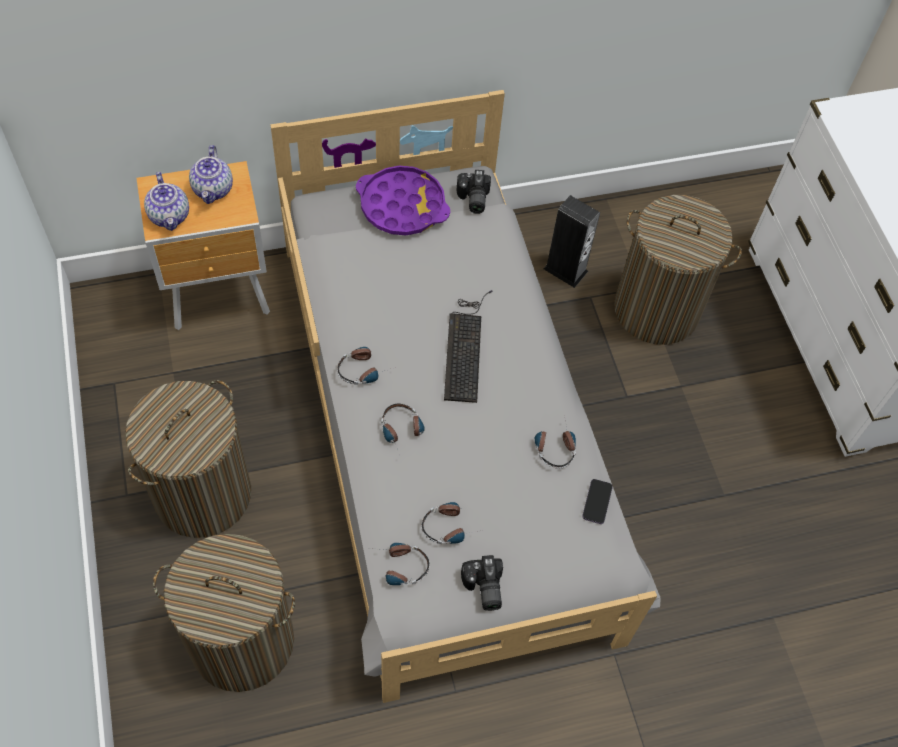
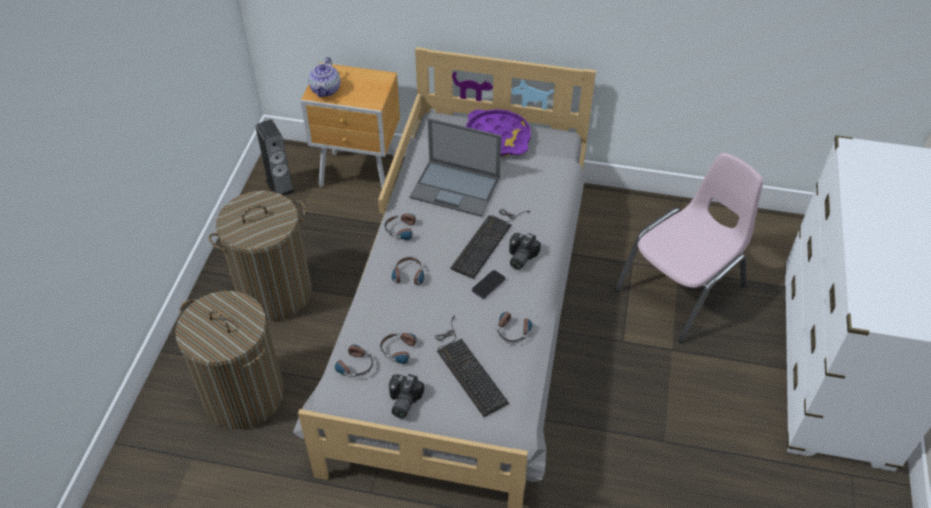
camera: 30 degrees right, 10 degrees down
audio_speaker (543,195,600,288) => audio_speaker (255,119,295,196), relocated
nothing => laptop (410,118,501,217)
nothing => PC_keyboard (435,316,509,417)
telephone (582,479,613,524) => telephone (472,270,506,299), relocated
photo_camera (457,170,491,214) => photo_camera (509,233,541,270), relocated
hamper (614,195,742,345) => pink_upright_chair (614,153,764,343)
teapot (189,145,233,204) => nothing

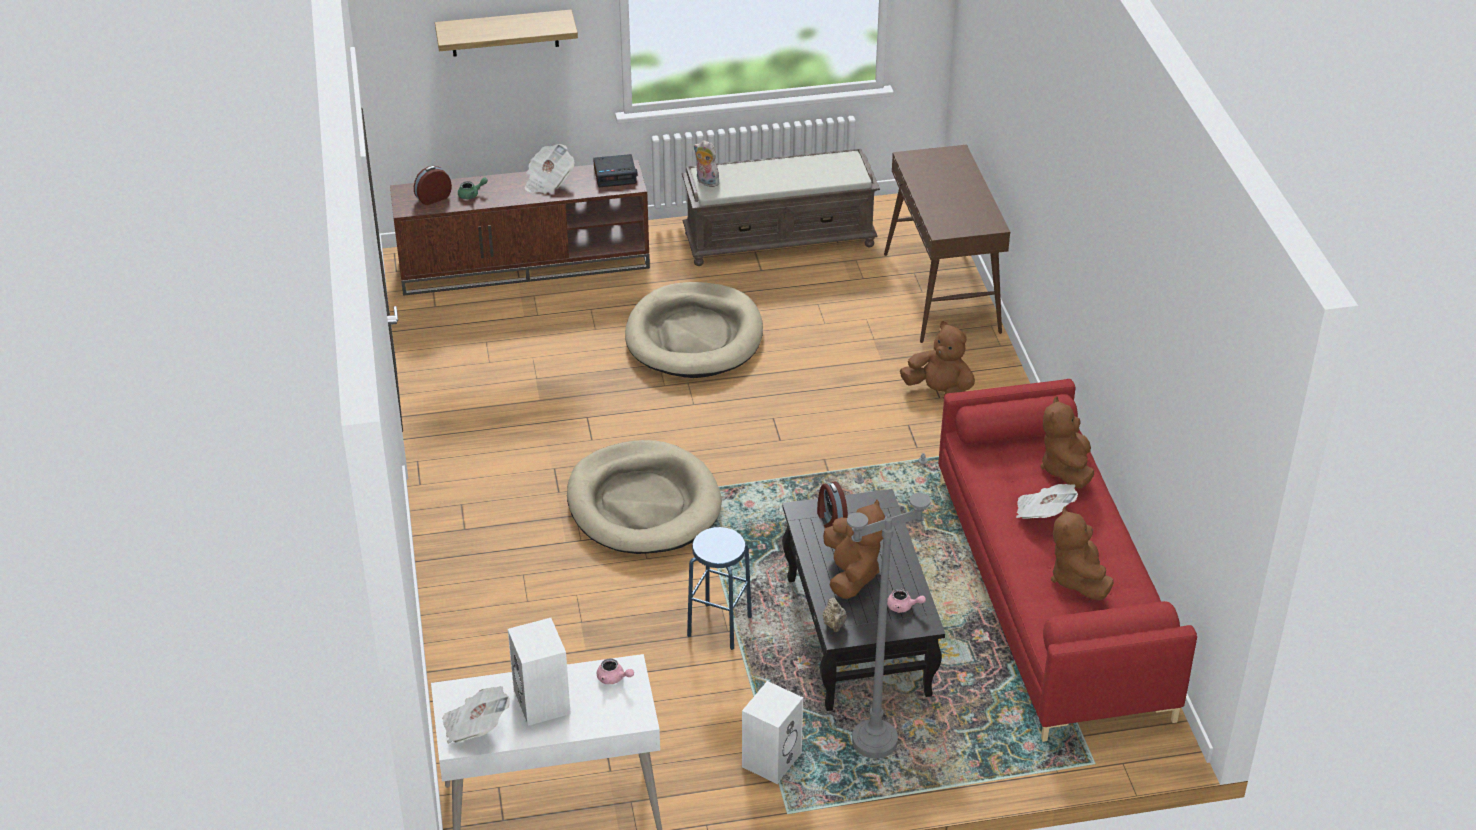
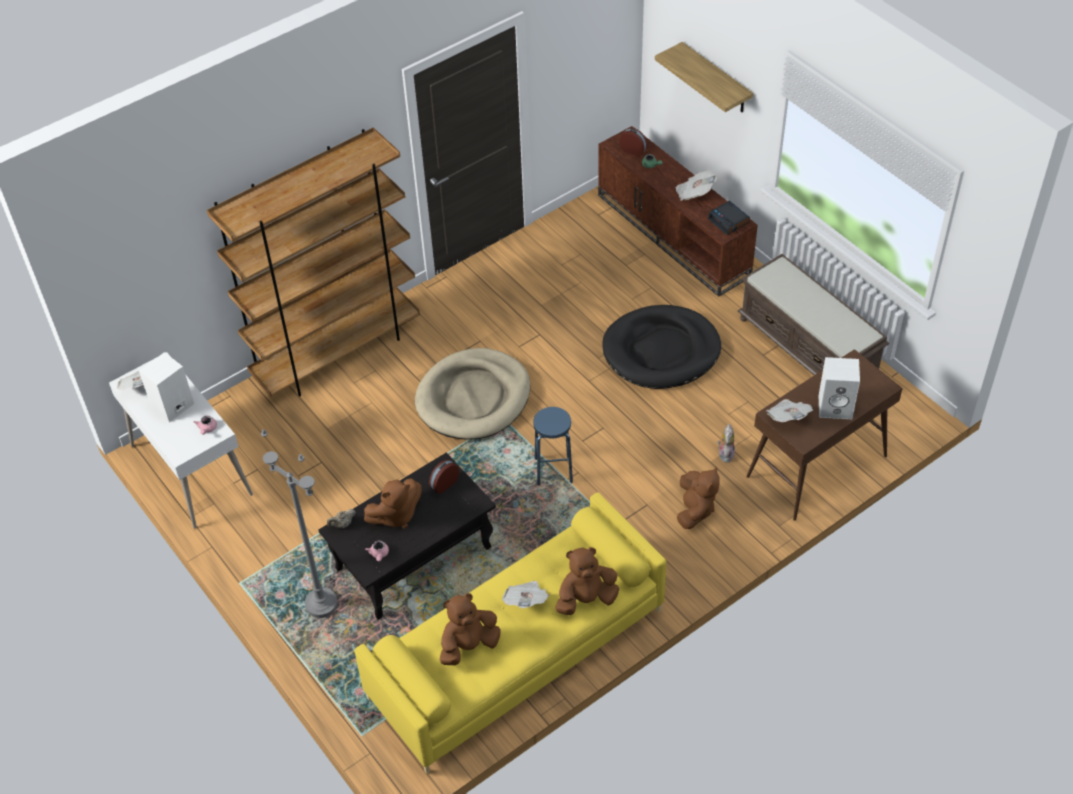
camera: 65 degrees right, 10 degrees up
nothing => brown-coloured_bookcase (207,127,420,397)
reddish_sofa (938,379,1197,742) => yellow-coloured_sofa (354,492,667,774)
blue_stool_seat (687,527,752,650) => blue_stool_seat (533,407,573,486), relocated
sand-coloured_dog_bed (625,282,763,378) => black_dog_bed (602,305,721,389)
soft_toy (694,140,719,187) => soft_toy (717,424,735,463), relocated
nothing => daily_paper (766,399,813,422)
white_audio_speaker (742,681,803,784) => white_audio_speaker (819,357,860,419), relocated

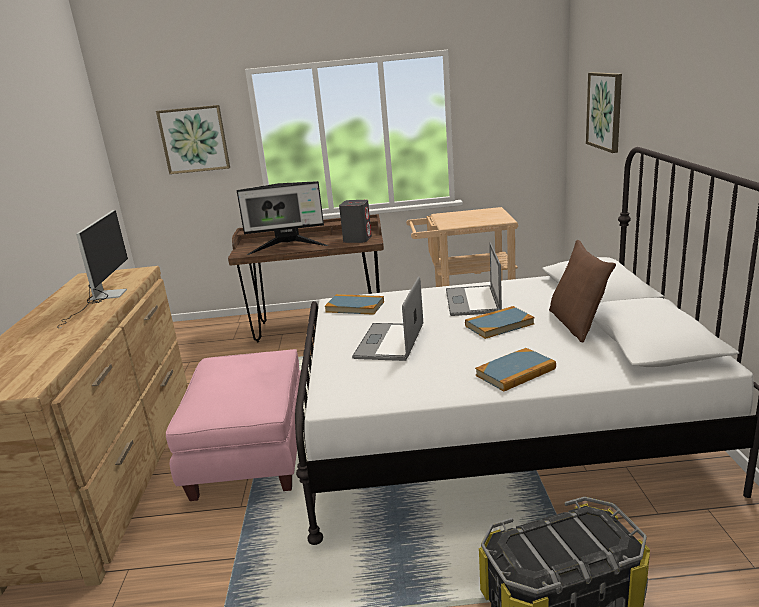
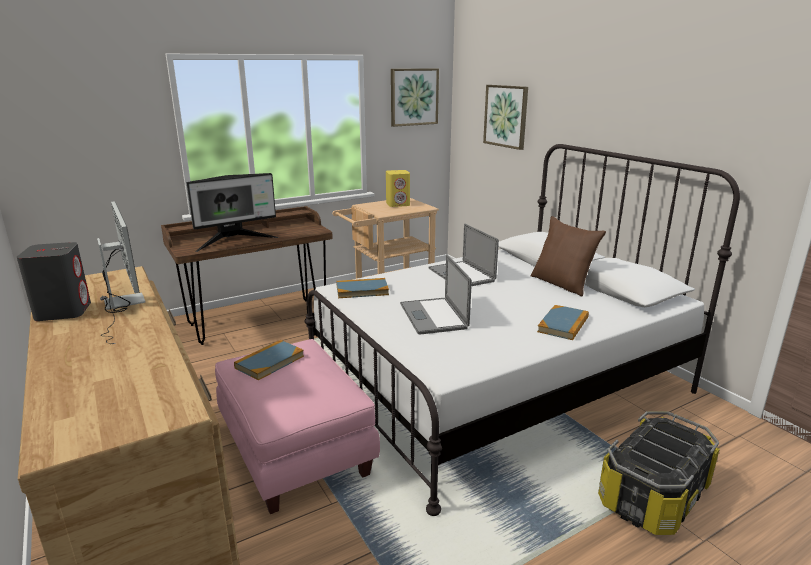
camera: 30 degrees left, 0 degrees up
greyish_audio_speaker (339,200,372,243) => greyish_audio_speaker (17,242,91,321), relocated
book (465,306,535,339) => book (234,340,304,380), relocated
nothing => yellow-coloured_audio_speaker (386,170,410,207)
wall_art (156,105,230,174) => wall_art (391,68,439,127), relocated

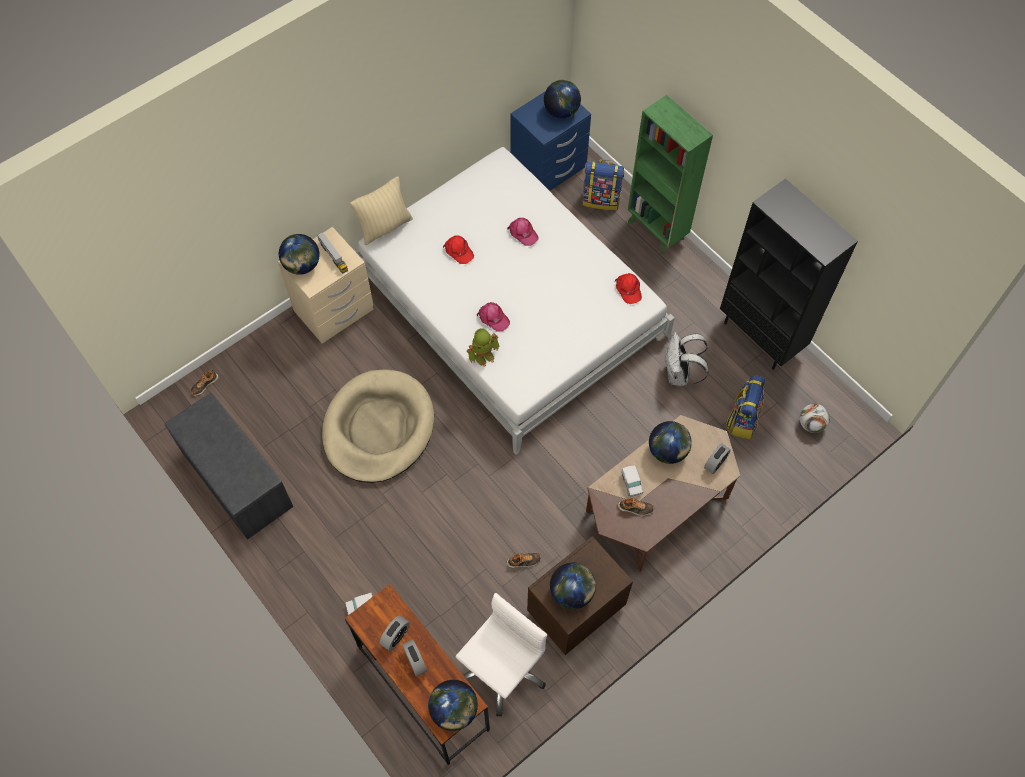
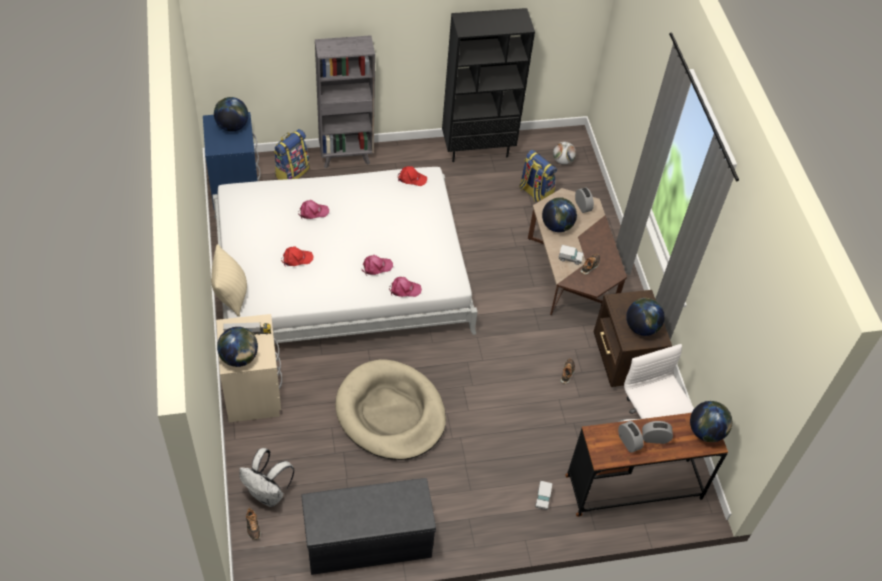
camera: 65 degrees left, 10 degrees down
white_knapsack (665,332,709,386) => white_knapsack (239,448,294,507), relocated
green-coloured_bookcase (628,95,713,254) => greyish_bookcase (315,35,375,168)
toy_robot (467,328,499,367) => pink_cap (389,277,422,297)

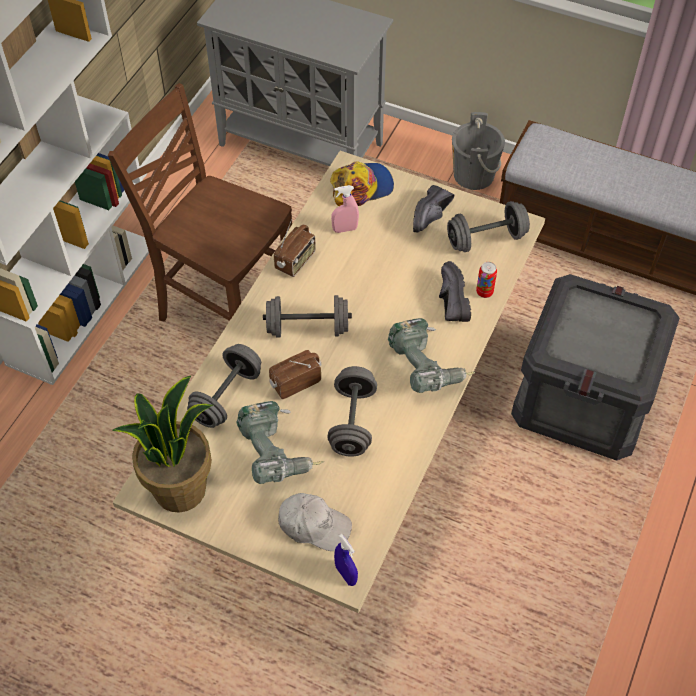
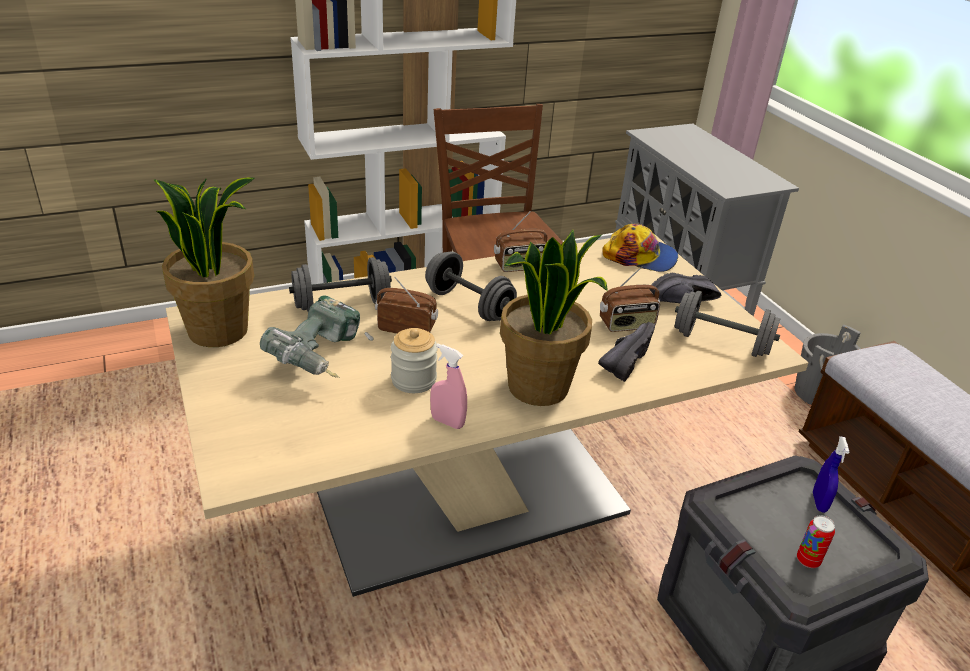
camera: 40 degrees right, 20 degrees down
greyish_free_weight (327,366,377,457) => preserve_jar (391,328,438,393)
pink_hand_sprayer (331,185,359,233) => pink_hand_sprayer (430,344,467,429), relocated
drill (388,318,476,393) => houseplant (500,230,608,406)
nothing => radio (600,266,660,332)
metal_can (476,262,497,298) => metal_can (797,515,835,568), relocated
blue_hand_sprayer (334,534,358,586) => blue_hand_sprayer (813,436,849,513), relocated
white_cap (278,493,352,551) => nothing

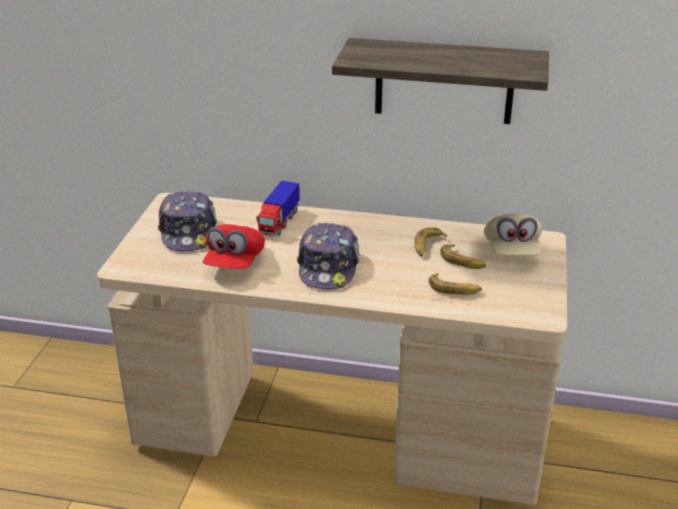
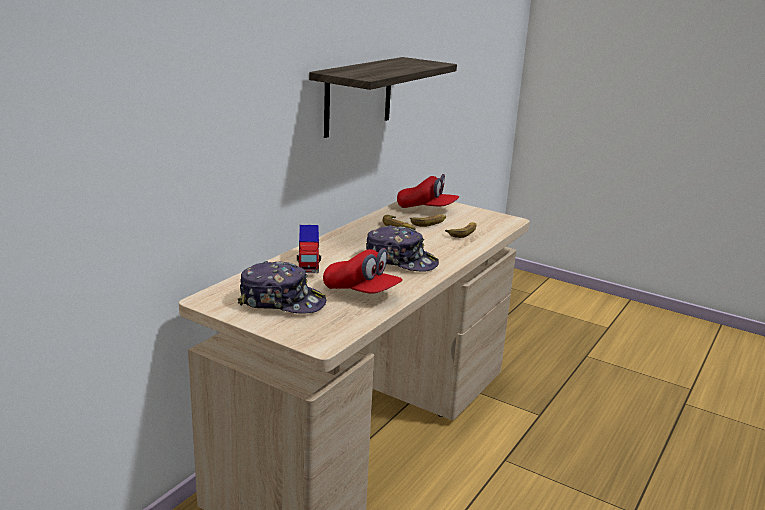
camera: 70 degrees left, 10 degrees down
toy_lorry (256,180,300,236) => toy_lorry (297,225,321,273), 45 degrees clockwise
sand-coloured_cap (484,213,542,255) => reddish_cap (397,174,459,208)

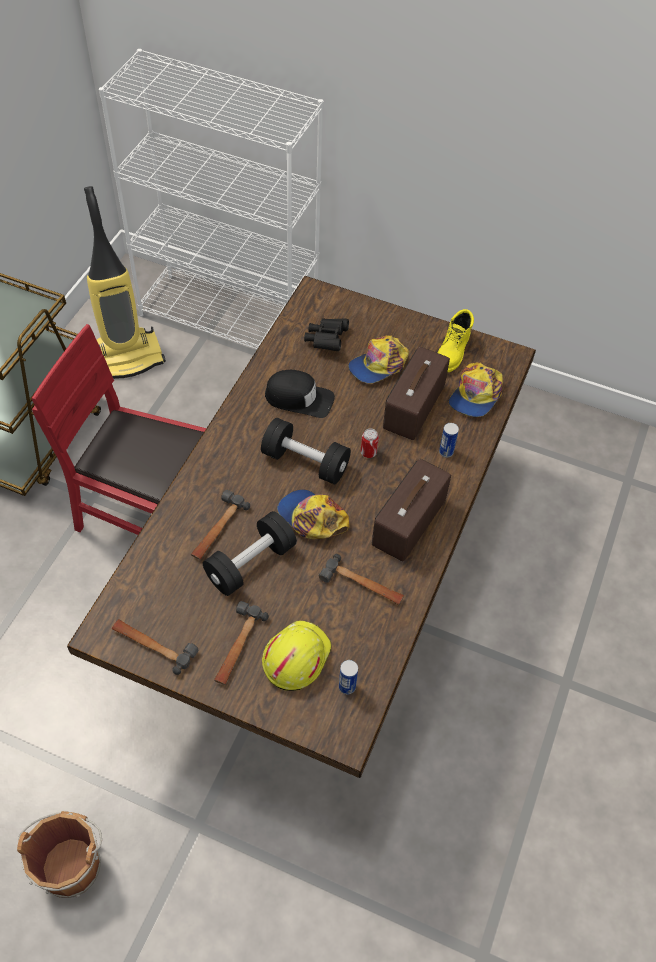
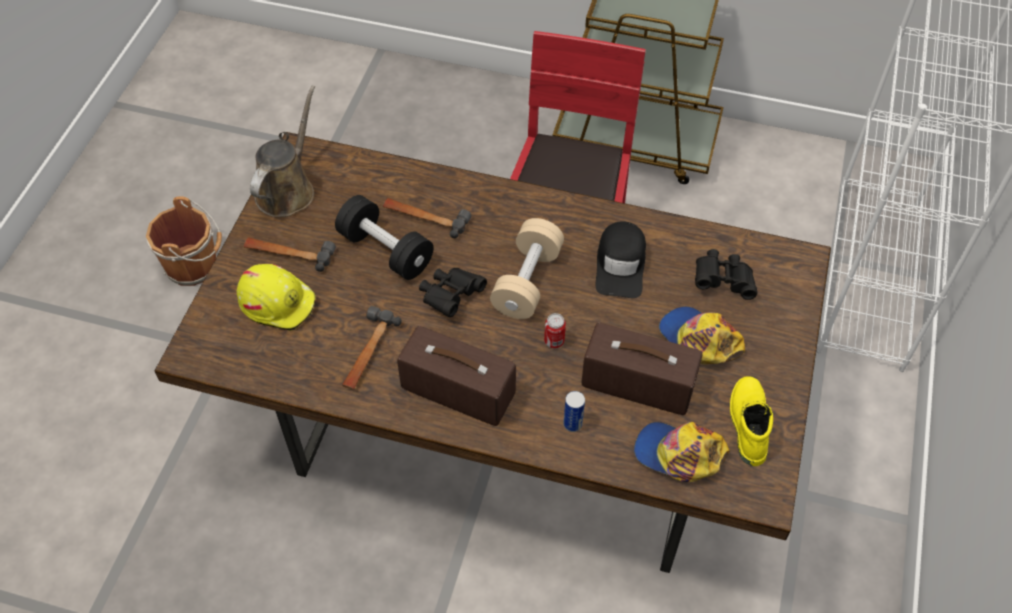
camera: 85 degrees right, 0 degrees up
hammer (112,619,199,675) => brown-coloured_watering_pot (250,85,315,217)
cap (277,490,350,539) => black_binoculars (419,268,487,317)
black_free_weight (261,418,351,485) => sand-coloured_free_weight (490,218,564,319)
yellow-coloured_high-top_boot (437,309,474,373) => yellow-coloured_high-top_boot (730,376,773,466), 75 degrees clockwise
vacuum (84,186,166,379) => nothing
metal_can (339,660,358,694) => nothing

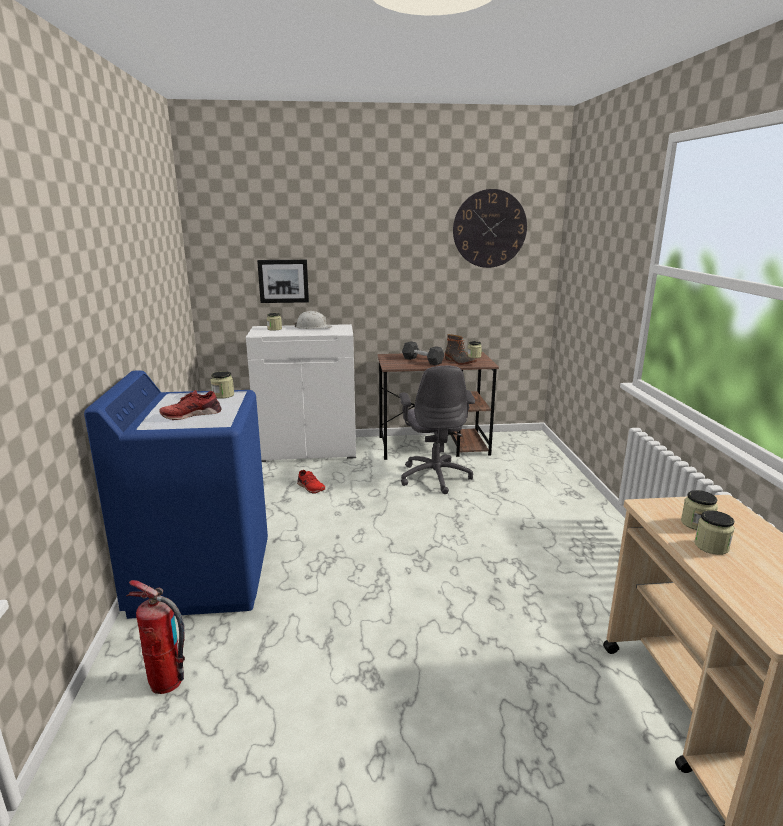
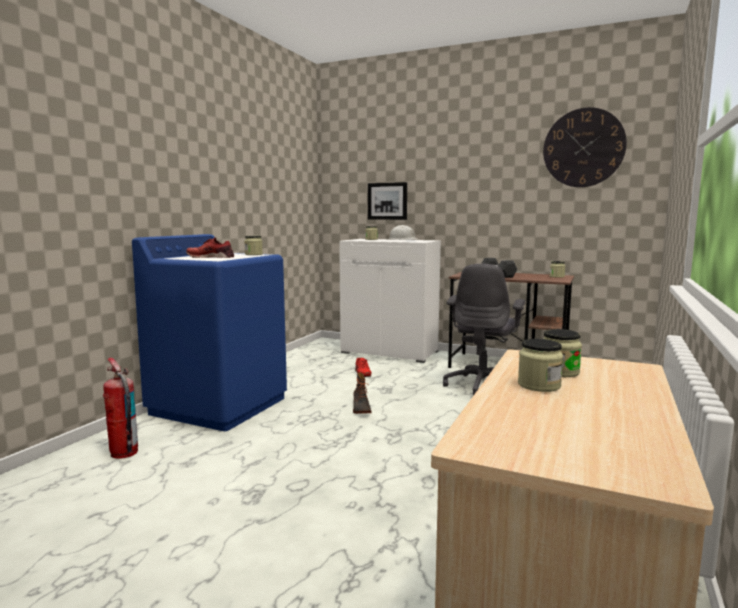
camera: 30 degrees right, 10 degrees down
high-top_boot (445,334,476,365) => high-top_boot (353,372,372,414), relocated

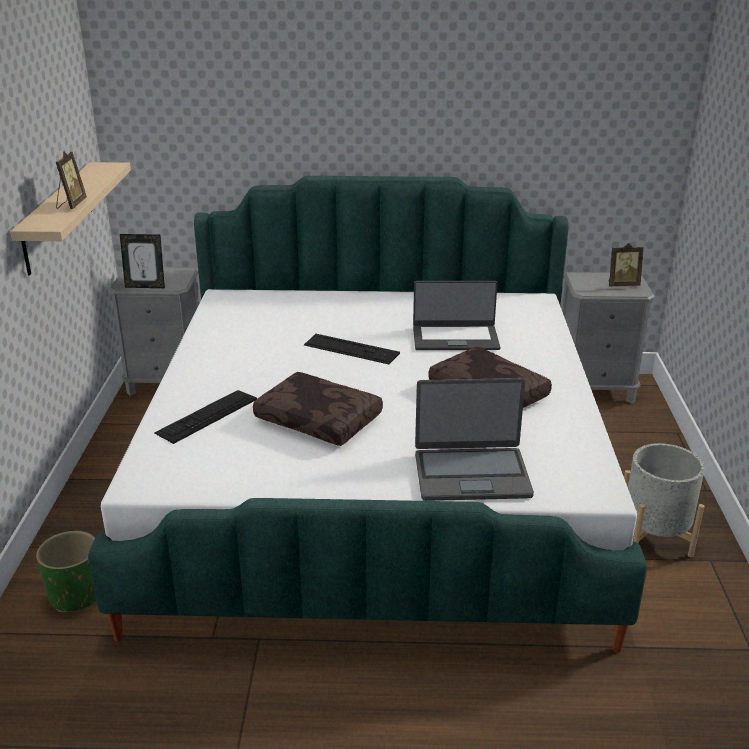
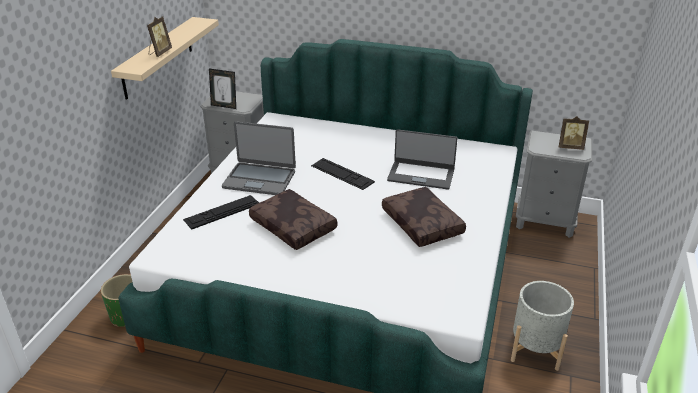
camera: 15 degrees right, 5 degrees up
laptop (415,378,534,501) => laptop (222,121,296,195), relocated

